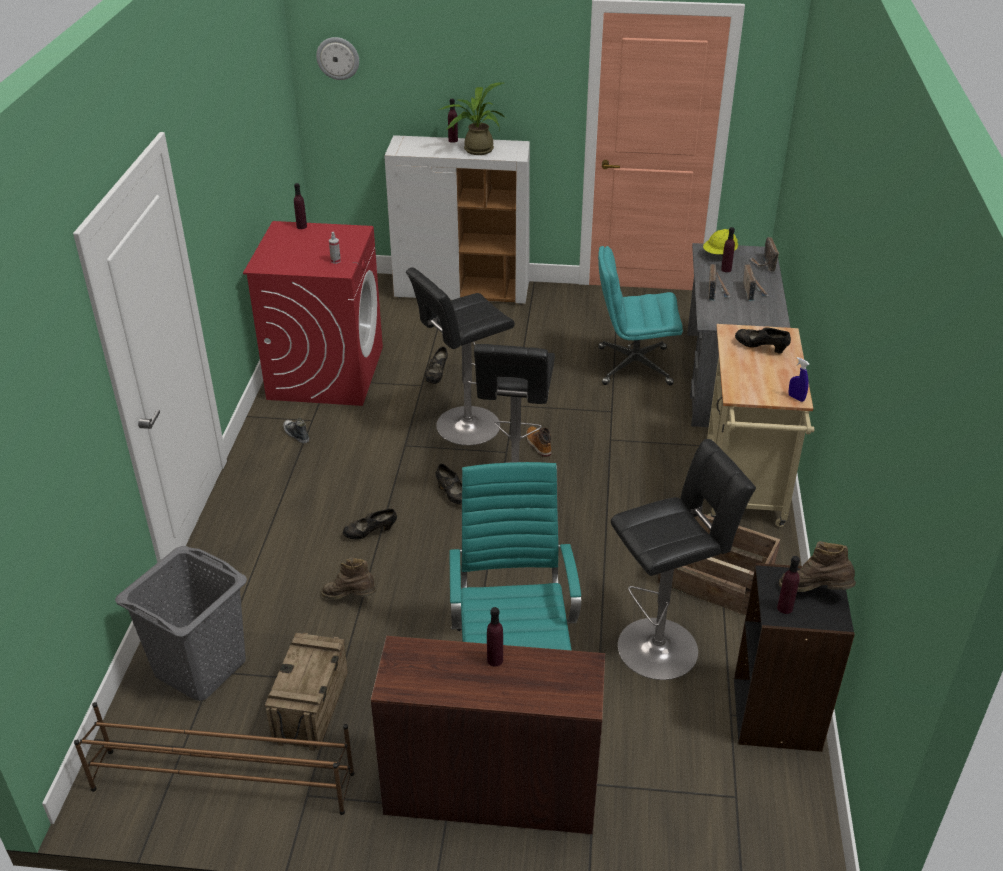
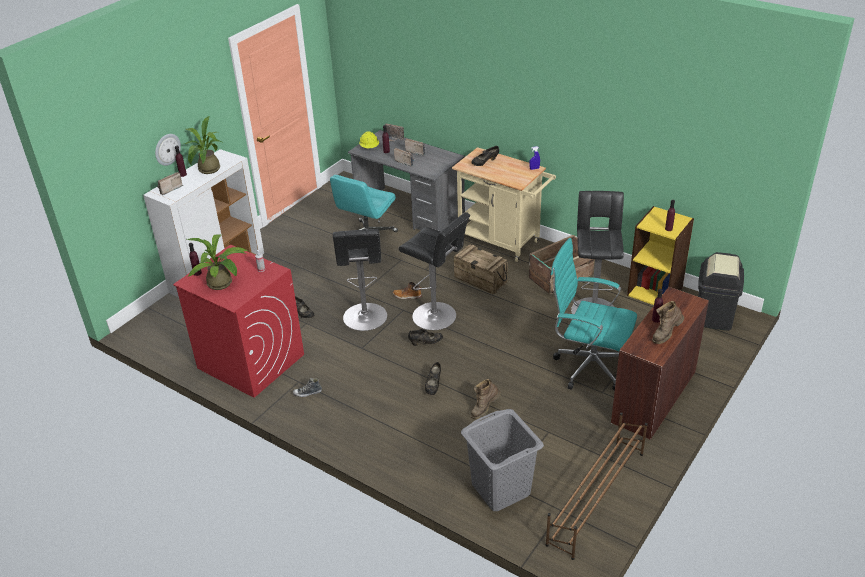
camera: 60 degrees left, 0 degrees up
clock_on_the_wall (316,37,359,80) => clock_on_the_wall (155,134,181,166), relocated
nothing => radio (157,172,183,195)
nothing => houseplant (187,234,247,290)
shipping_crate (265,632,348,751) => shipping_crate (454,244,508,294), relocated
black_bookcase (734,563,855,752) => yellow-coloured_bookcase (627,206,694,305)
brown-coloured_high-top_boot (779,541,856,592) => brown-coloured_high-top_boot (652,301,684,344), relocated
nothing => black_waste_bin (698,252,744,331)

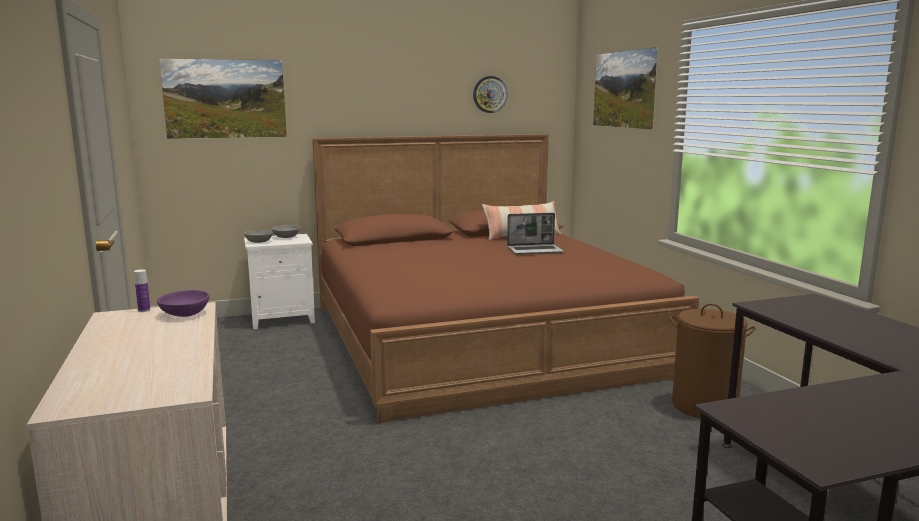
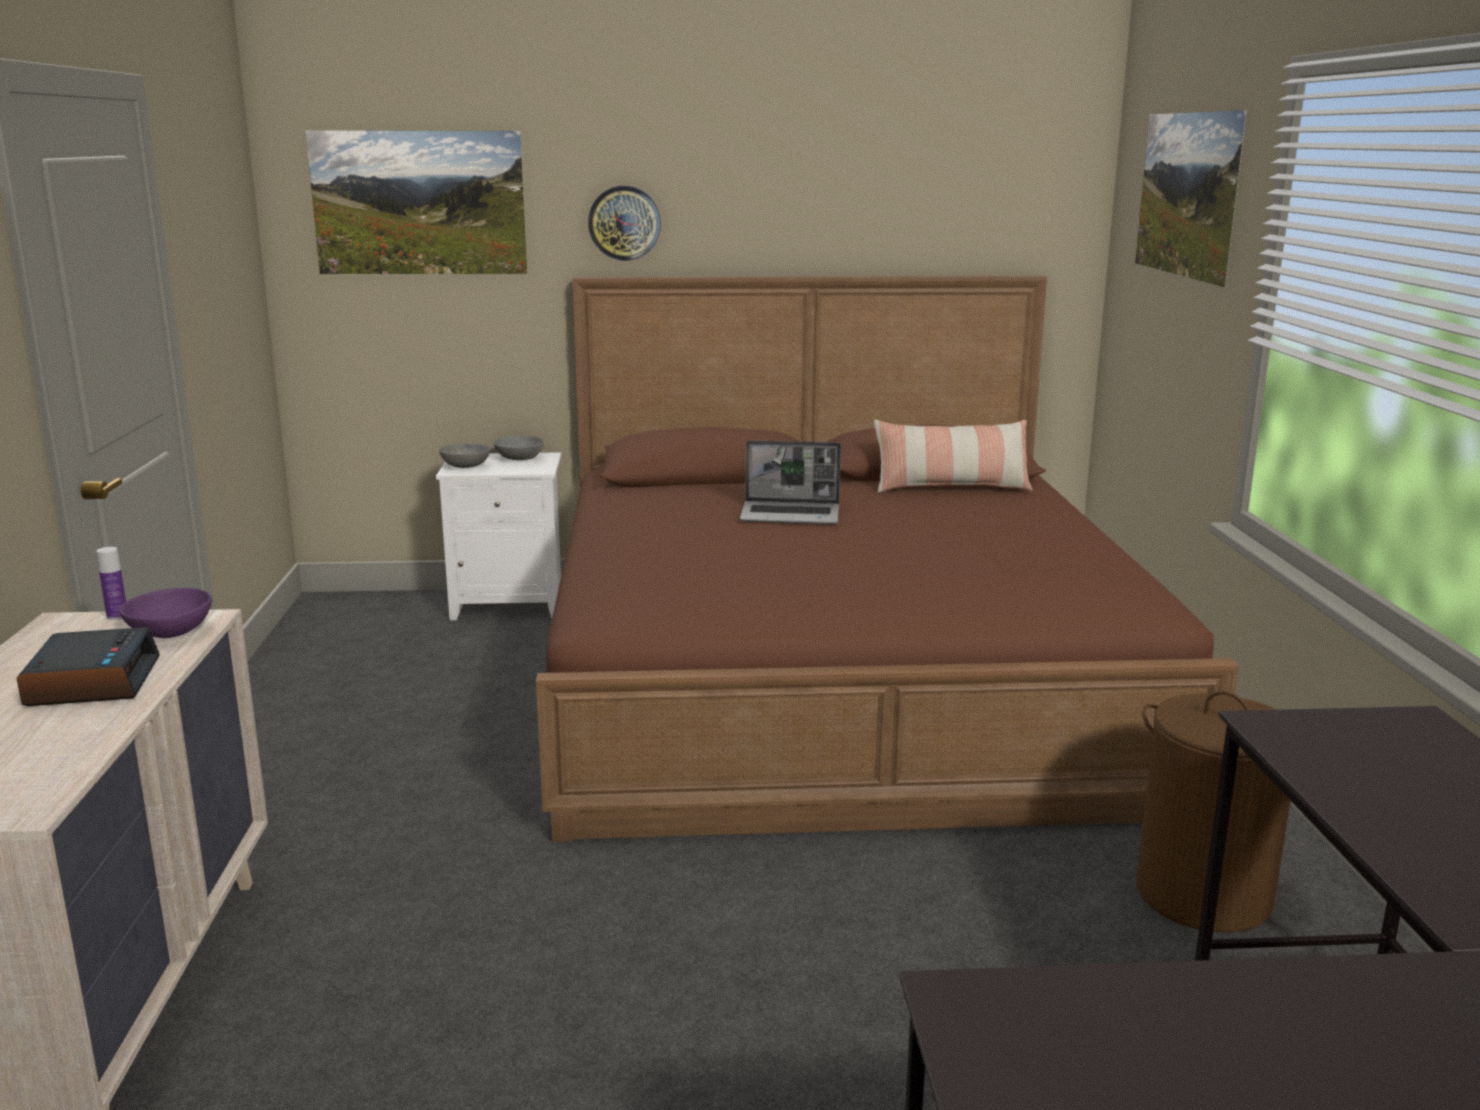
camera: 15 degrees right, 5 degrees up
nothing => alarm_clock (17,627,160,706)
clock_on_the_wall (473,76,508,113) => clock_on_the_wall (588,186,661,261), relocated
laptop (507,213,564,255) => laptop (740,440,841,524), relocated

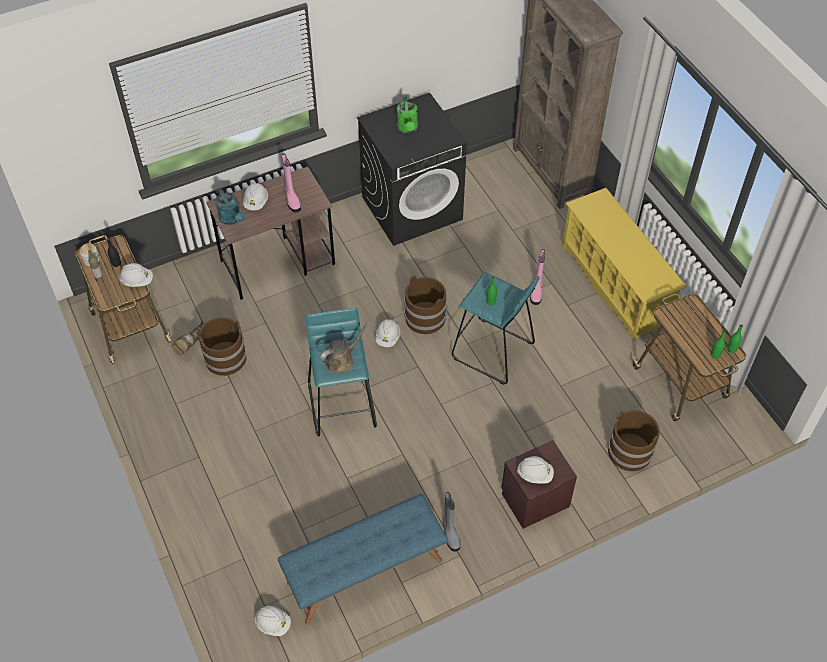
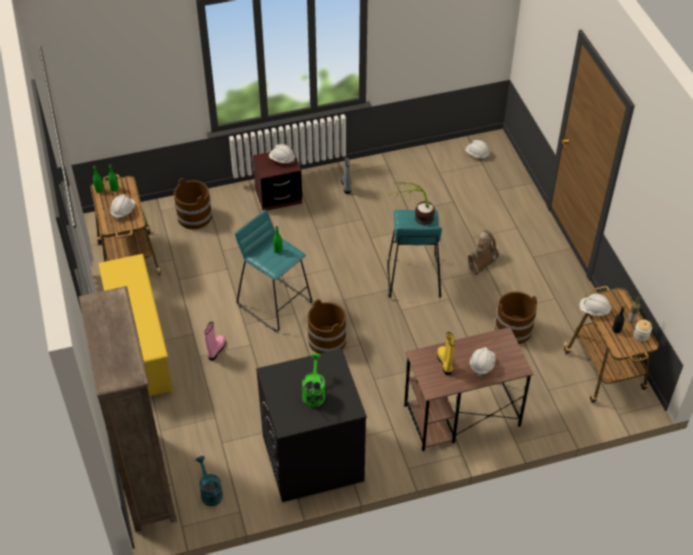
camera: 170 degrees left, 5 degrees down
white_hard_hat (376,319,400,347) => white_hard_hat (110,194,135,220), relocated
turquoise_watering_pot (215,188,245,225) => turquoise_watering_pot (196,456,223,506), relocated
brown-coloured_watering_pot (320,321,370,373) => houseplant (389,182,435,225)
pink_high-top_boot (281,154,301,213) => yellow-coloured_high-top_boot (437,332,455,375)
brown-coloured_high-top_boot (172,321,205,355) => brown-coloured_high-top_boot (468,230,499,275), relocated
blue_indoor_bench (278,494,448,625) => nothing

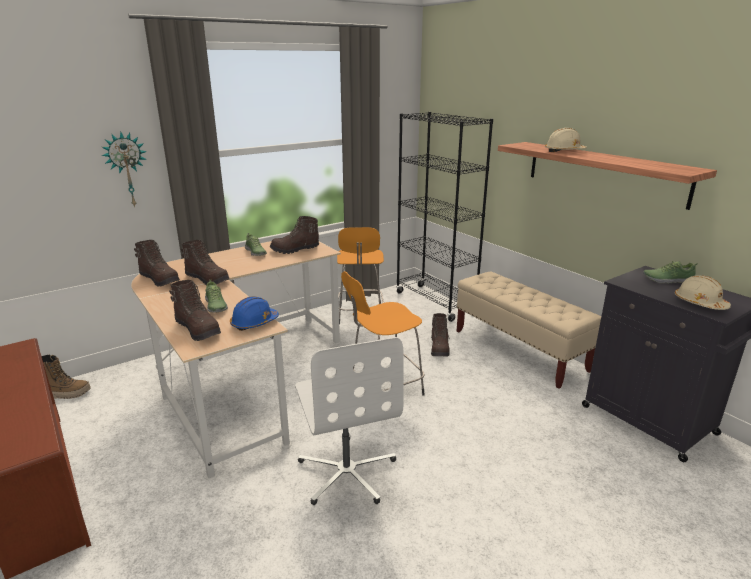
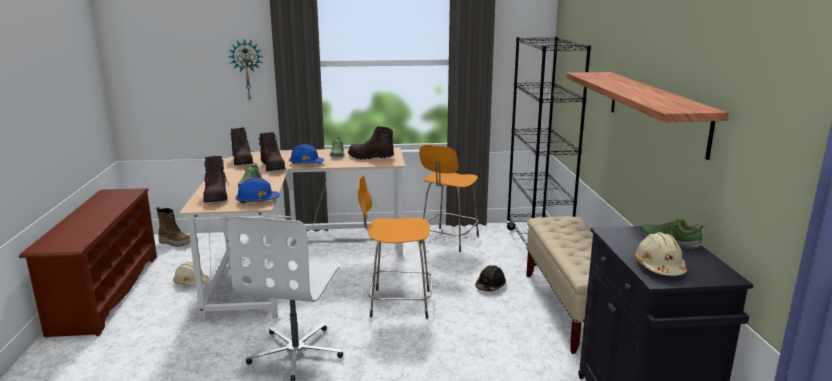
camera: 30 degrees right, 5 degrees down
sand-coloured_hard_hat (545,128,587,152) => sand-coloured_hard_hat (173,262,209,286), relocated
nothing => blue_hard_hat (289,144,324,164)
brown-coloured_high-top_boot (431,313,450,357) => black_hard_hat (475,265,506,291)

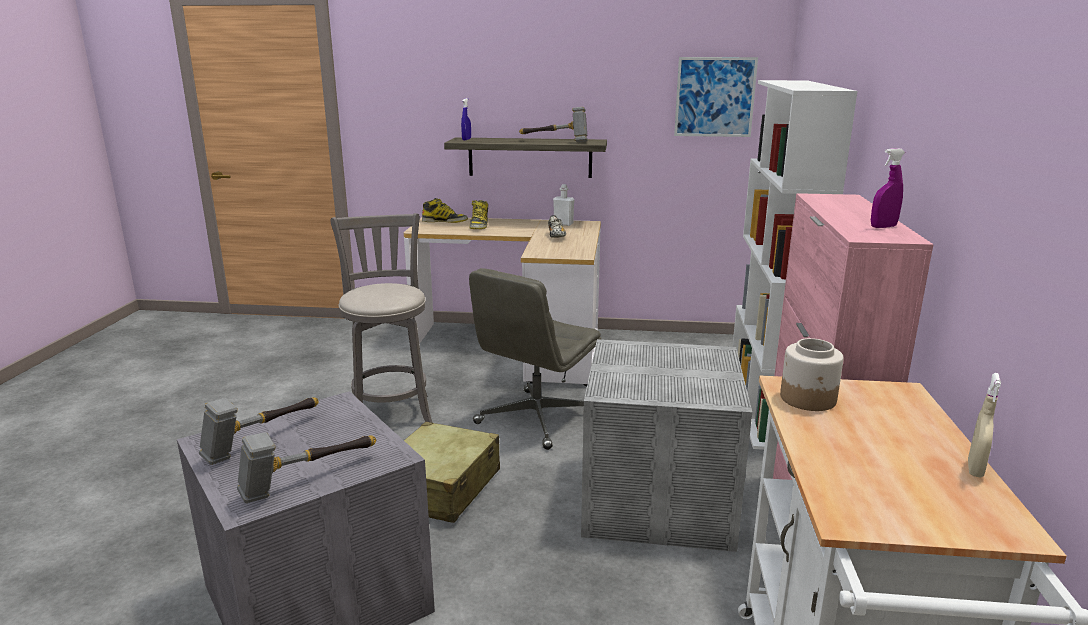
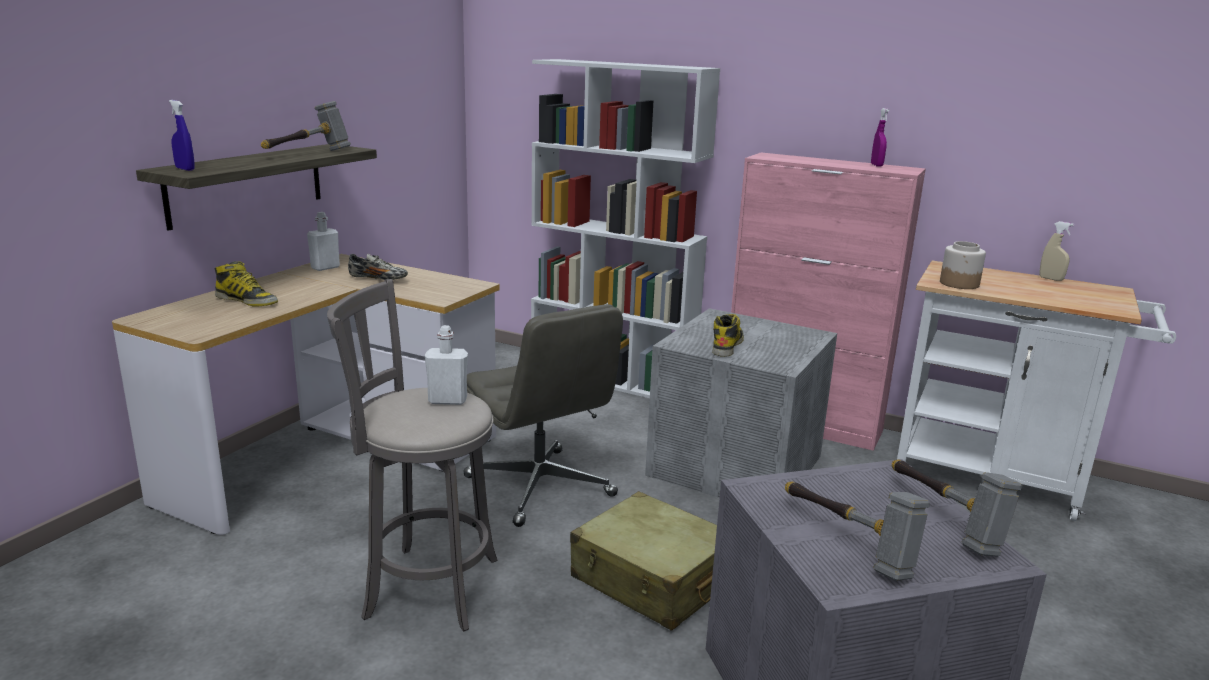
camera: 70 degrees left, 0 degrees up
nothing => white_bottle (425,325,468,405)
high-top_boot (422,198,468,223) => high-top_boot (712,314,744,357), relocated
wall_art (674,57,758,137) => nothing

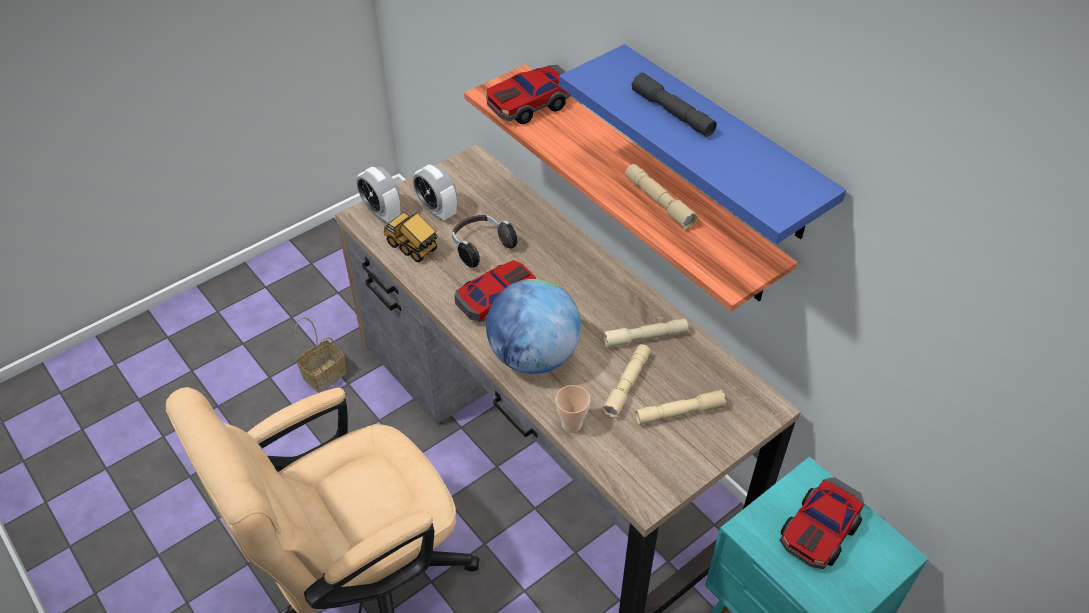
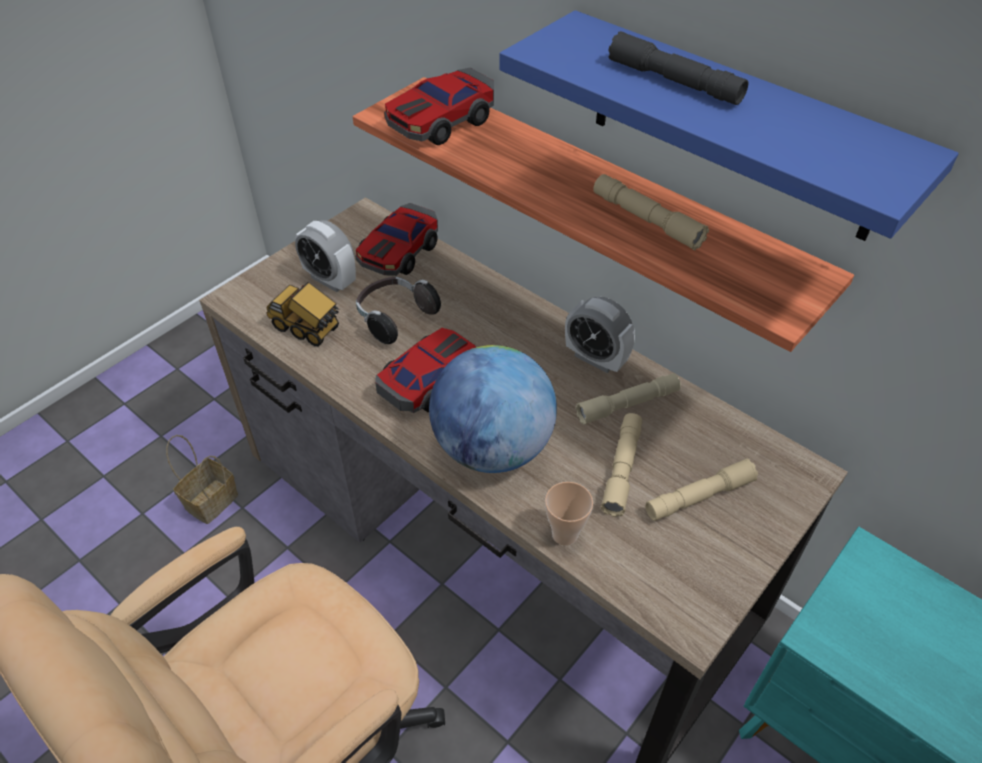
camera: 10 degrees left, 0 degrees up
toy_car (780,477,864,569) => toy_car (355,203,438,276), relocated
alarm_clock (356,166,400,223) => alarm_clock (565,296,635,373), relocated

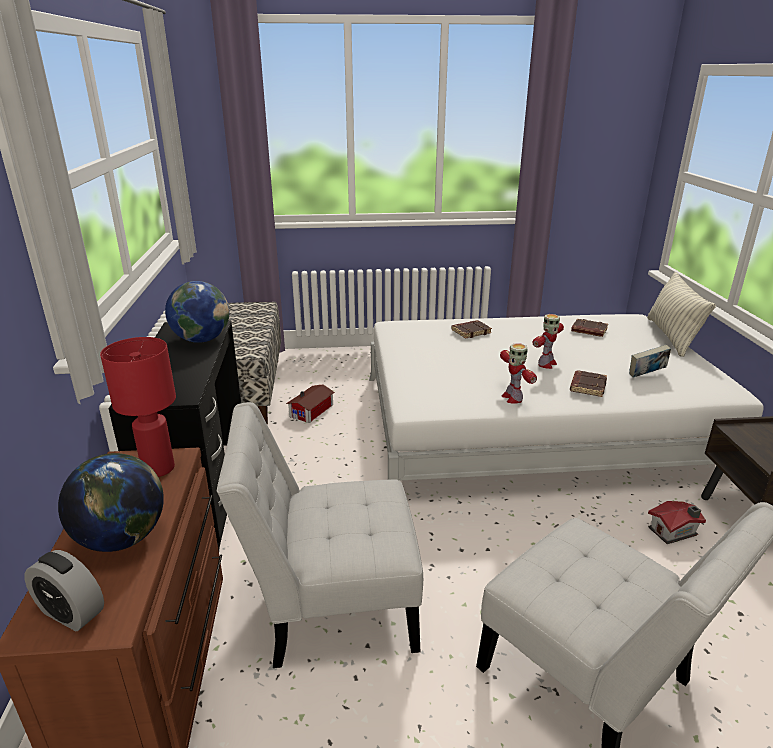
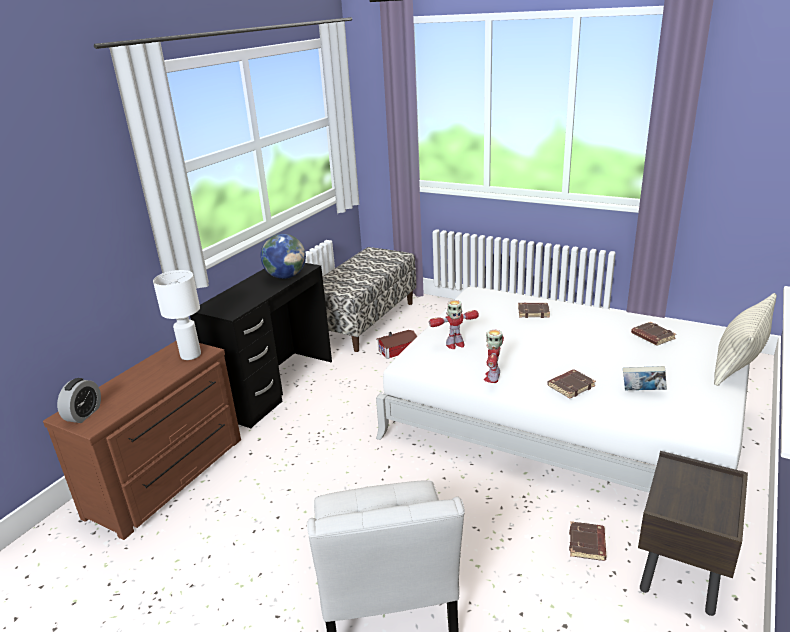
camera: 35 degrees right, 0 degrees up
alarm_clock (25,550,104,631) => alarm_clock (57,378,101,423), 135 degrees counterclockwise
reddish_lamp_for_a_table (100,337,176,477) => white_lamp_for_a_table (153,270,201,360)
toy_robot (532,314,564,369) => toy_robot (429,300,479,349), relocated
miniature_house (648,501,706,544) => brown-coloured_book (569,521,606,561)
desk_globe (58,453,164,552) => nothing
white_upright_chair (217,402,423,668) => nothing

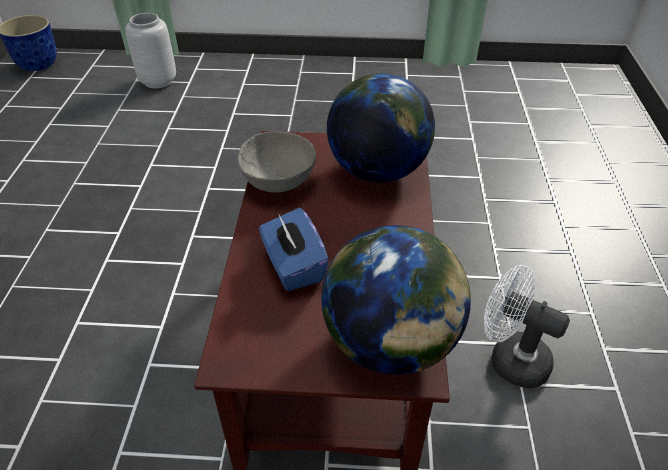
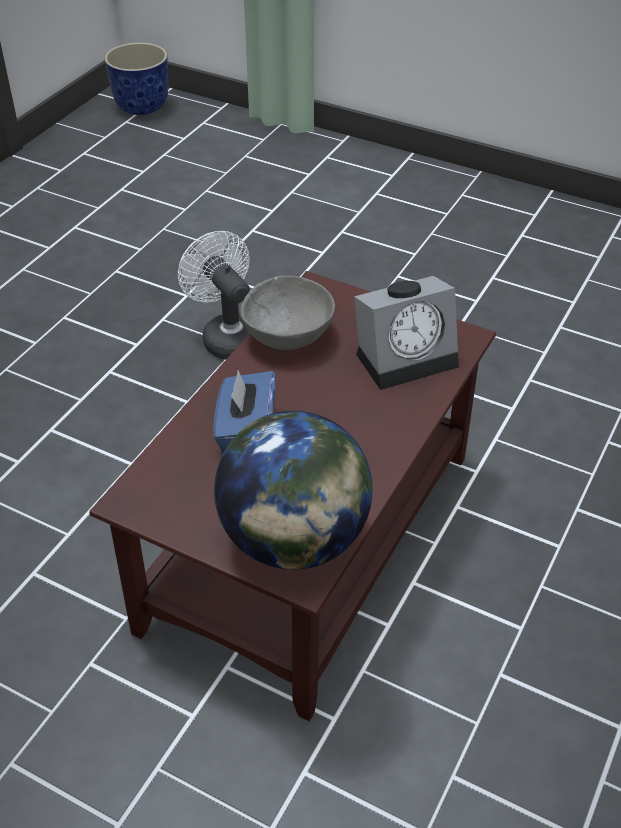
camera: 25 degrees right, 0 degrees up
white_fan (484,265,570,388) => white_fan (178,231,250,359), relocated
desk_globe (327,73,435,183) => alarm_clock (354,276,459,390)
greyish_decorative_vase (125,13,176,88) => nothing

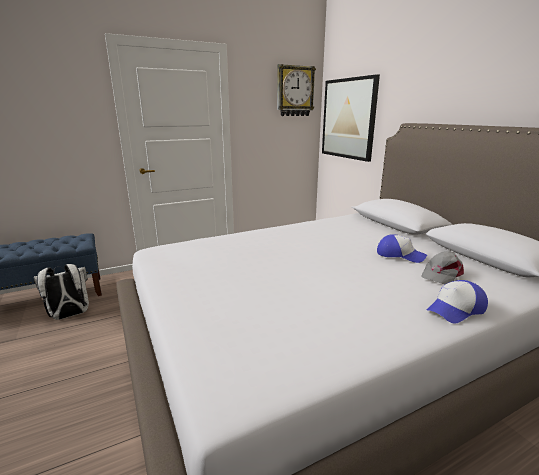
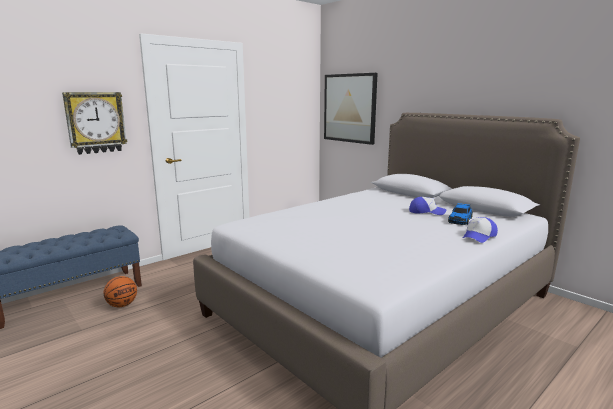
camera: 15 degrees left, 5 degrees down
clock_on_the_wall (277,64,316,116) => clock_on_the_wall (62,92,127,155), relocated
white_knapsack (34,264,89,320) => basketball (104,276,137,307)
greyish_cap (421,251,464,285) => toy_car (448,203,473,225)

